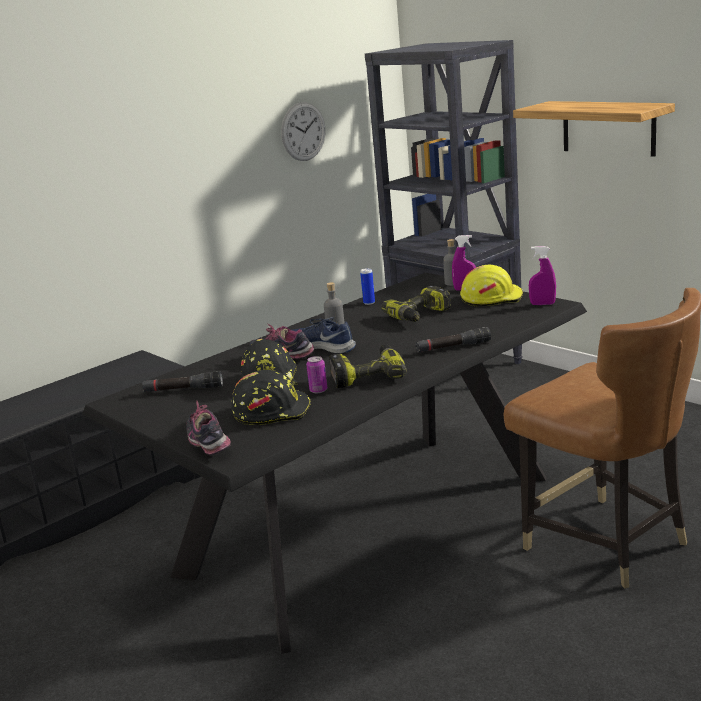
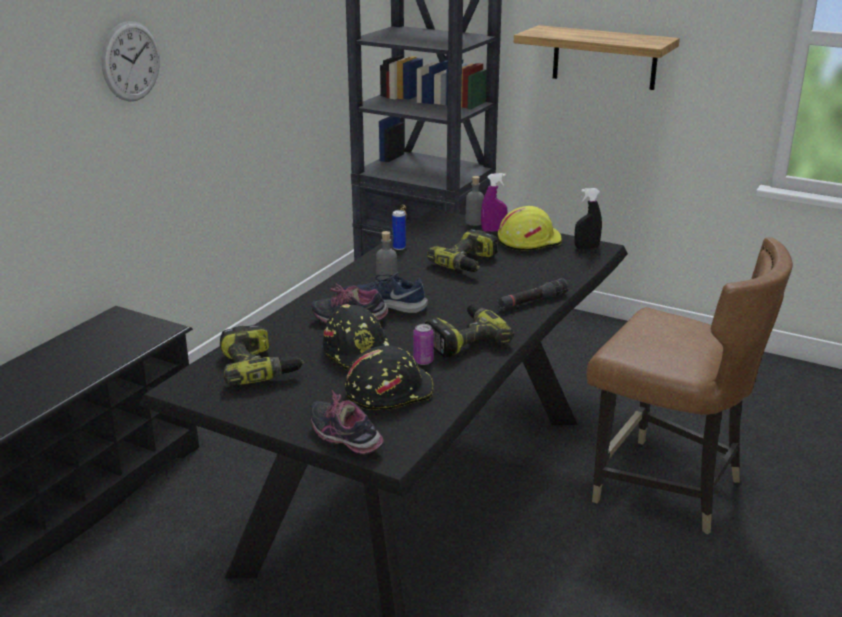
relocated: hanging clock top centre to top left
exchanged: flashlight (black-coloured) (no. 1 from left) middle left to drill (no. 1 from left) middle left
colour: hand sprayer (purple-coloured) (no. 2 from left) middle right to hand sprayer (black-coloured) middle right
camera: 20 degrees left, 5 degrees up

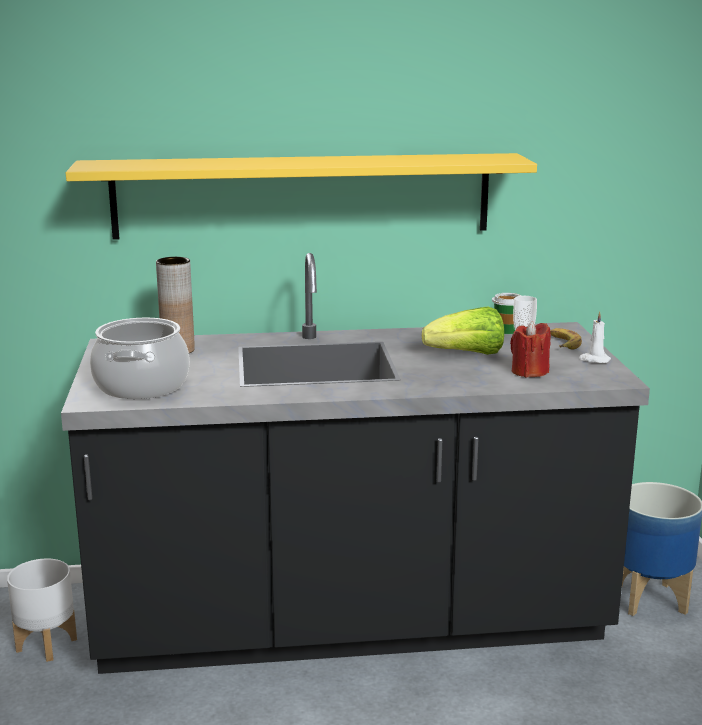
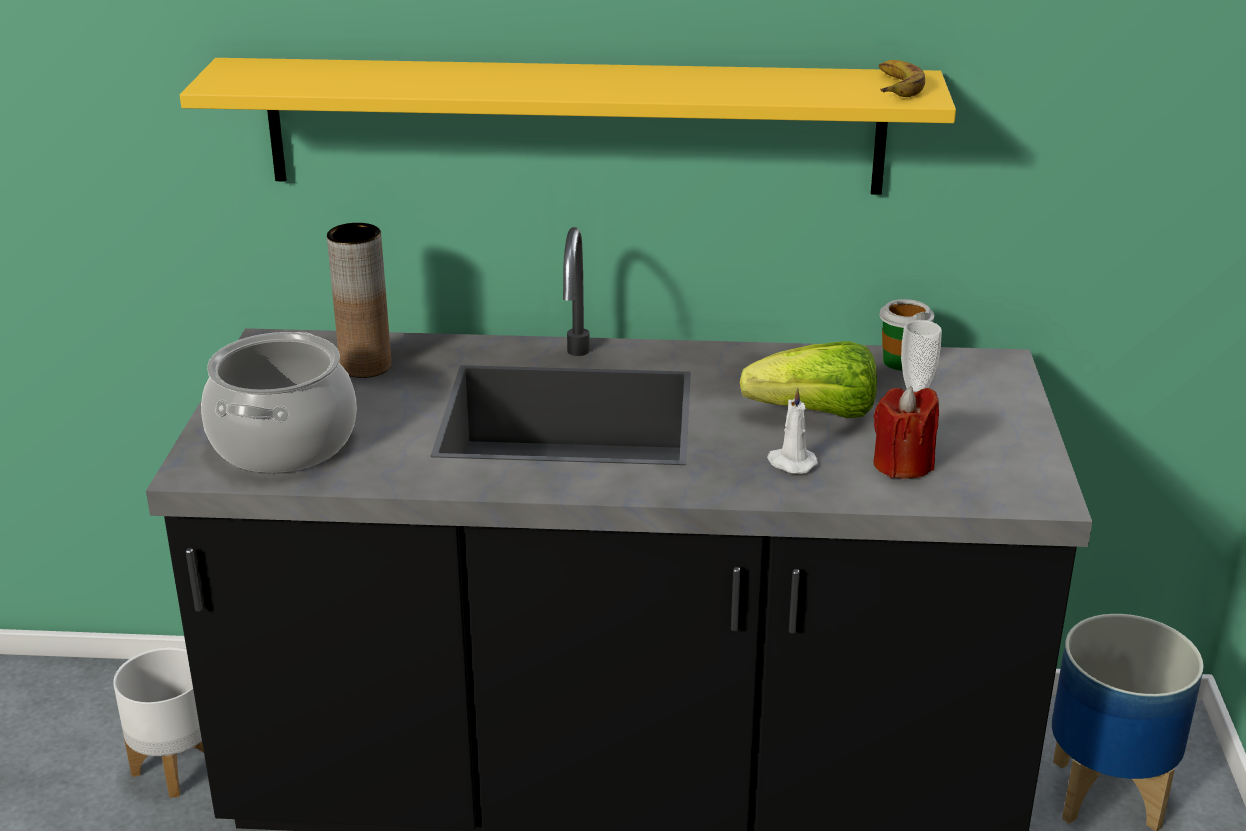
relocated: banana middle right to top right; candle (white-coloured) middle right to centre
camera: 10 degrees right, 10 degrees up

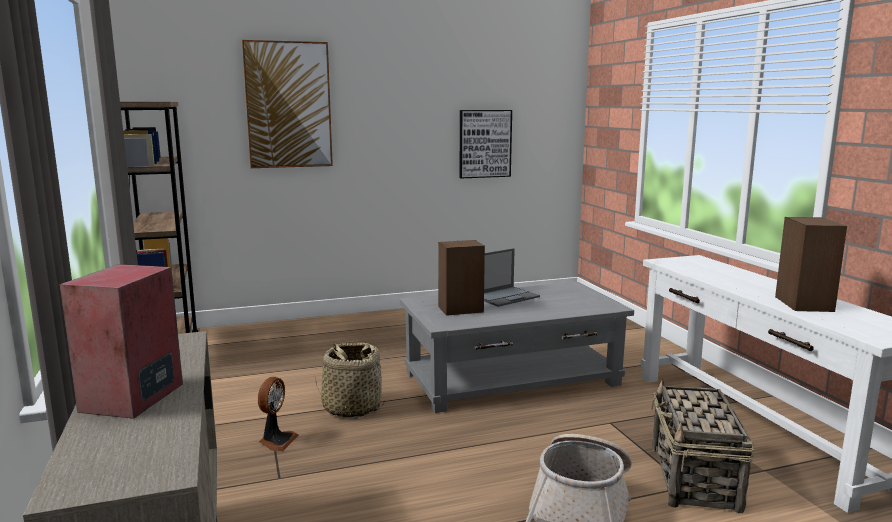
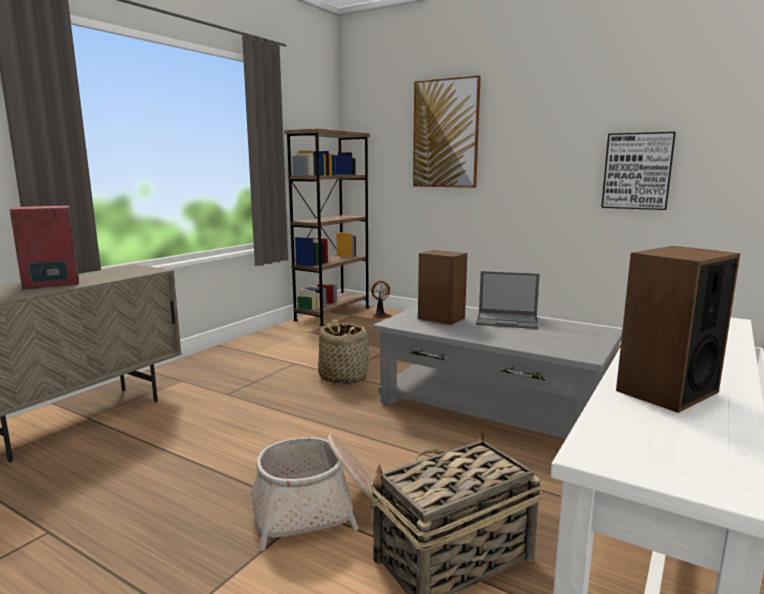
relocated: electric fan bottom left to centre
camera: 50 degrees right, 0 degrees up

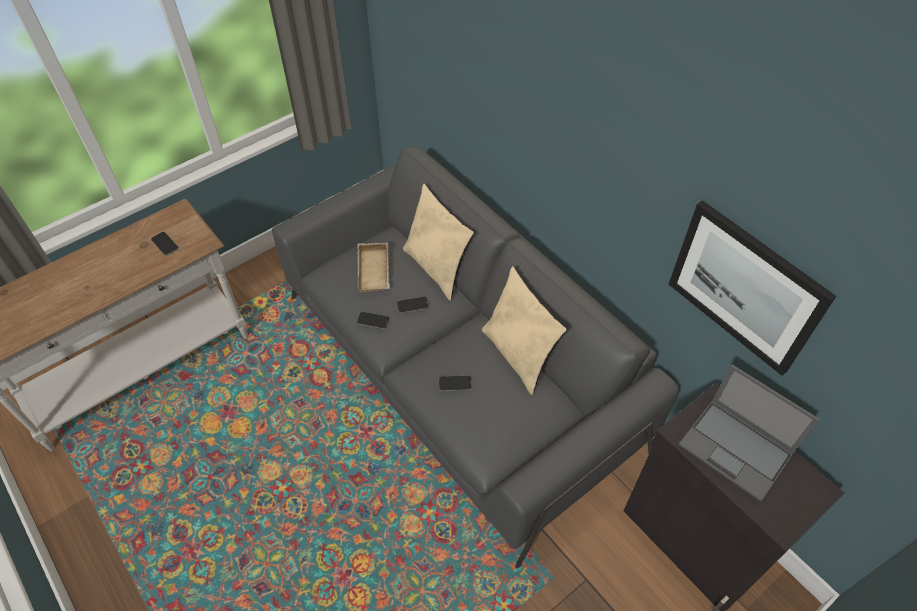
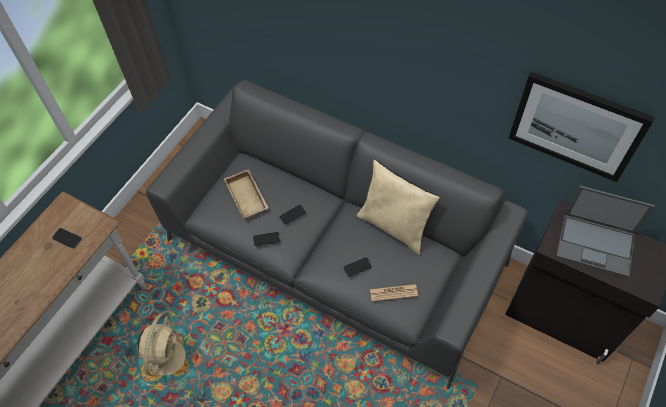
missing: pillow (sand-coloured) (no. 1 from left) centre
appeared: electric fan (sand-coloured) bottom left; newspaper bottom centre
camera: 20 degrees left, 5 degrees up

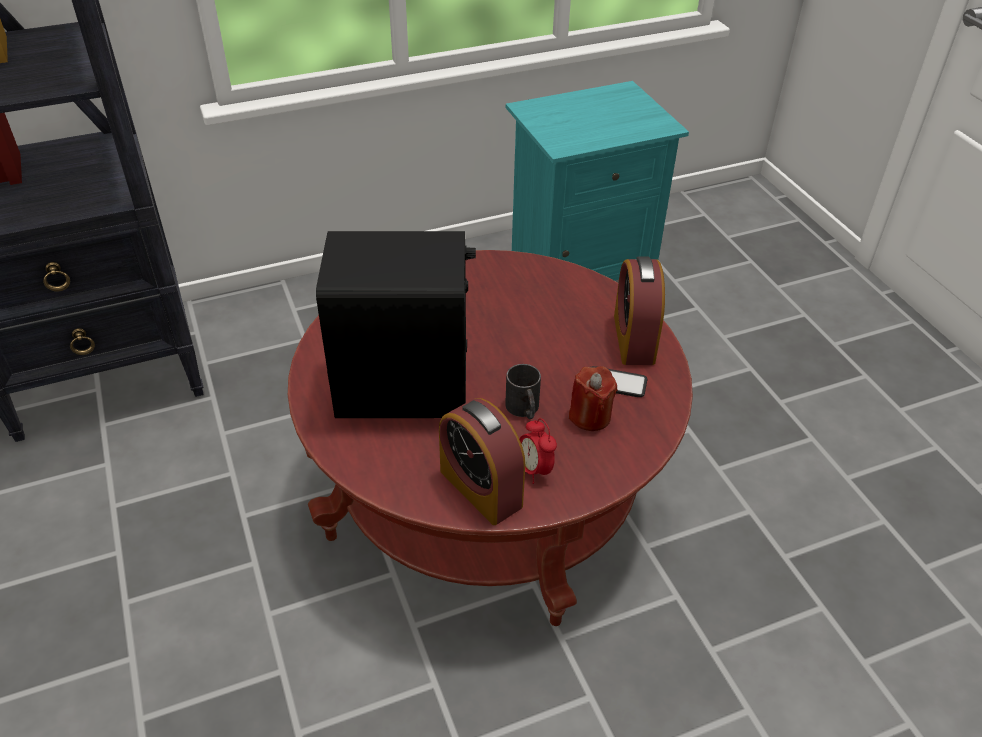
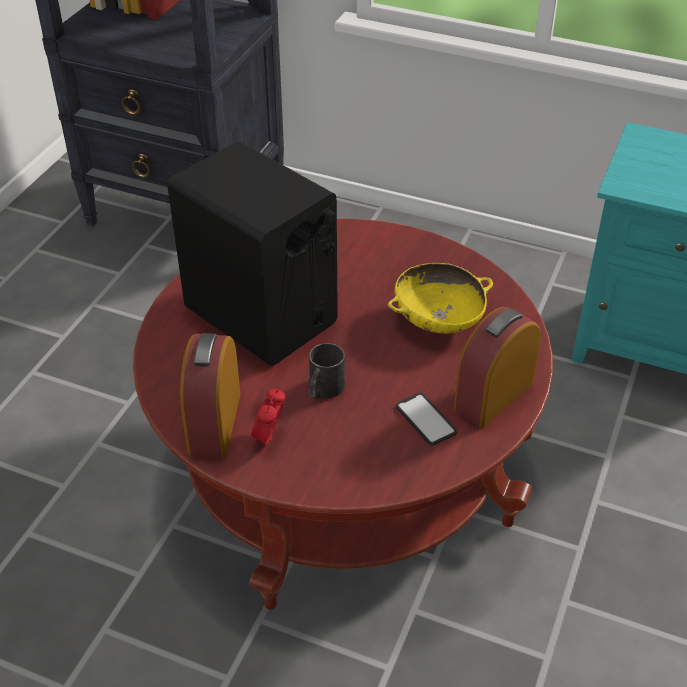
missing: candle (red) centre
appeared: deep dish (yellow) centre
camera: 45 degrees right, 0 degrees up

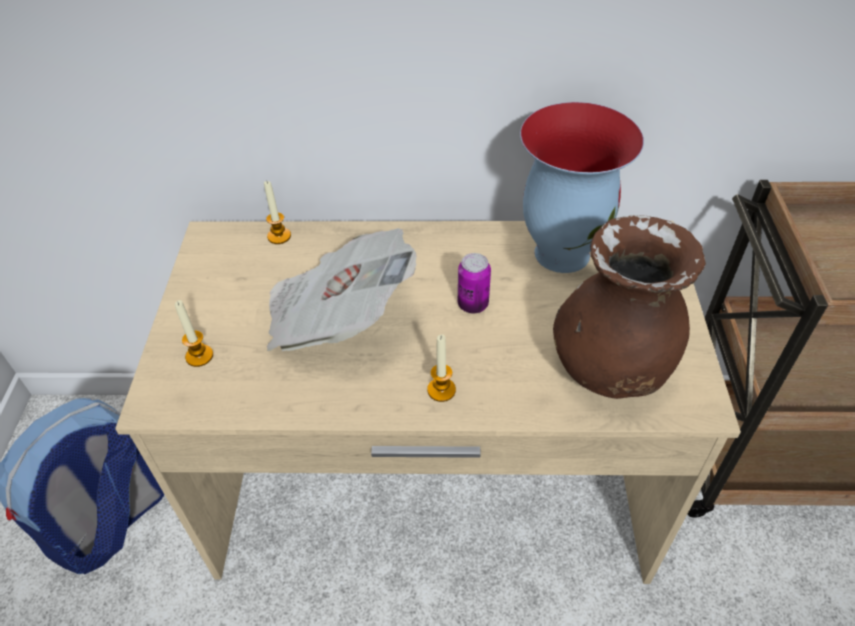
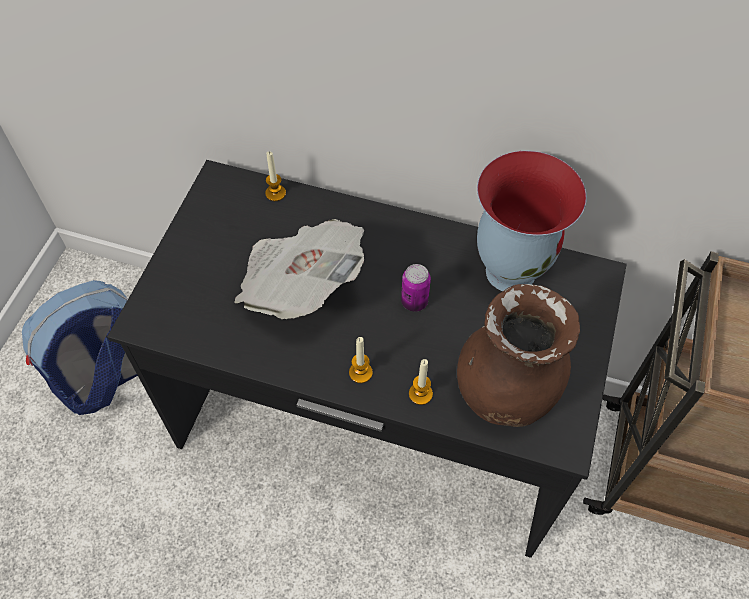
relocated: candle (no. 1 from left in the first image) middle left to candle (no. 3 from left) centre
colour: desk (sand-coloured) centre to desk (black-coloured) centre
camera: 15 degrees right, 10 degrees up

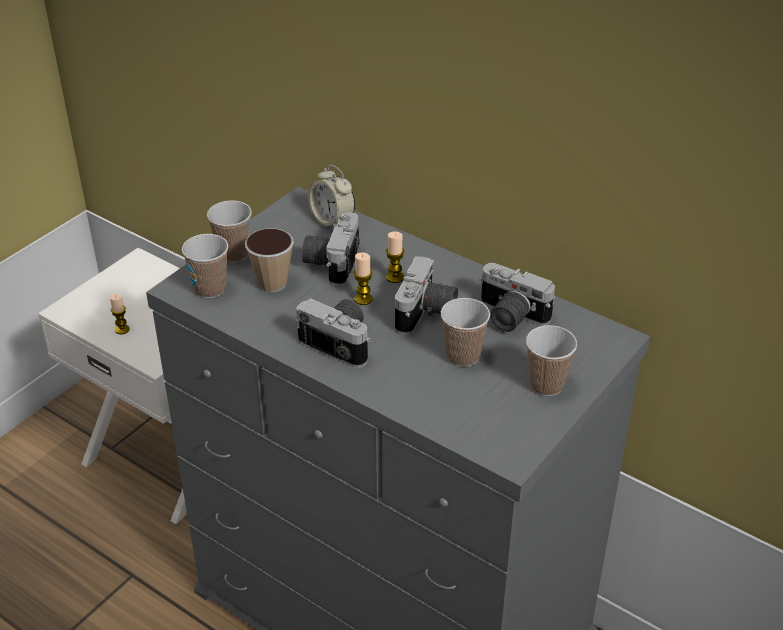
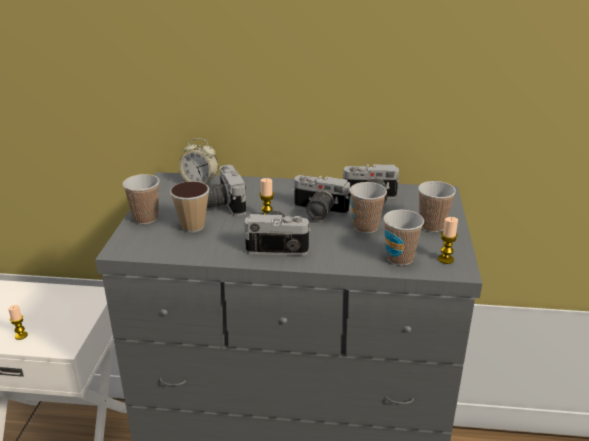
relocated: cup (no. 1 from left in the first image) middle left to cup (no. 4 from left) middle right; candle (no. 3 from left) centre to middle right
spun: photo camera (no. 3 from left) centre = centre 120 degrees clockwise
camera: 30 degrees left, 10 degrees down

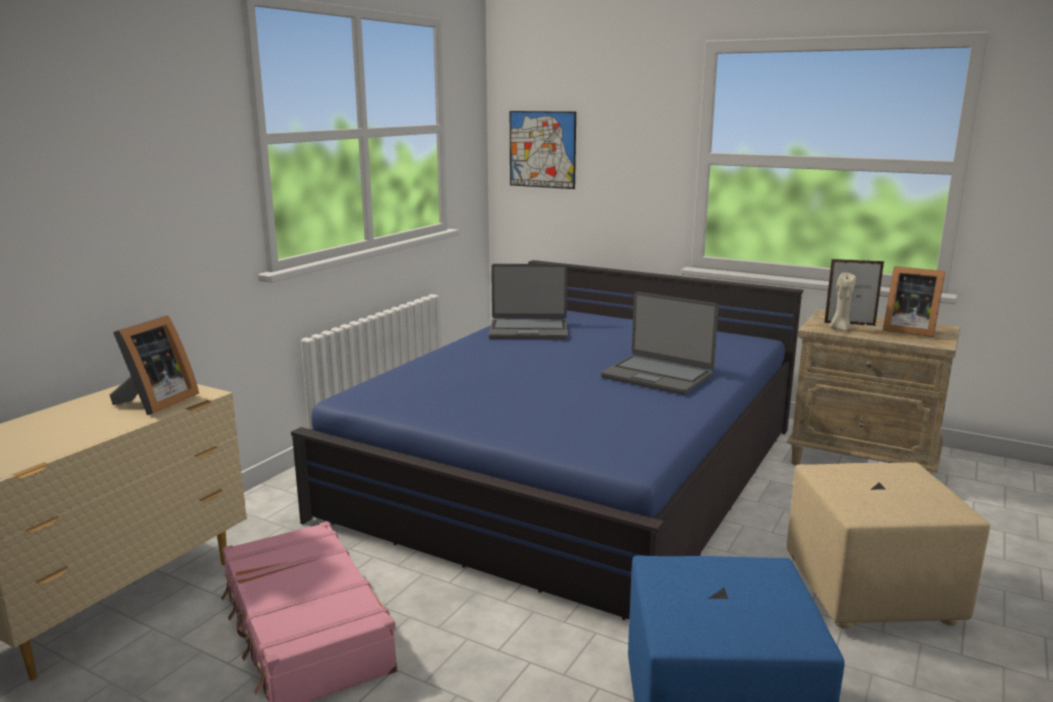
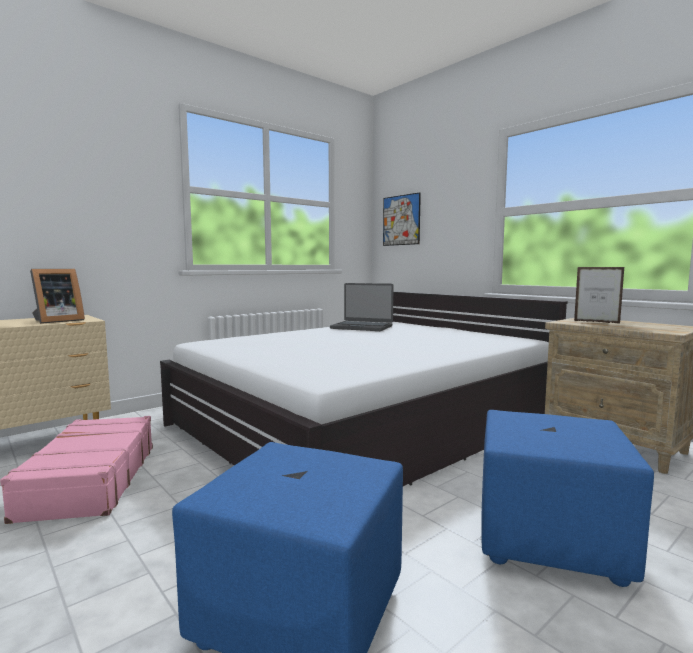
missing: notebook computer (no. 2 from left) centre; candle (sand-coloured) middle right; picture frame (no. 3 from left) middle right
colour: sleeping bed (blue) centre to sleeping bed (white-coloured) centre; ottoman (sand-coloured) bottom right to ottoman (blue) (no. 2 from left) bottom right
camera: 20 degrees right, 10 degrees down

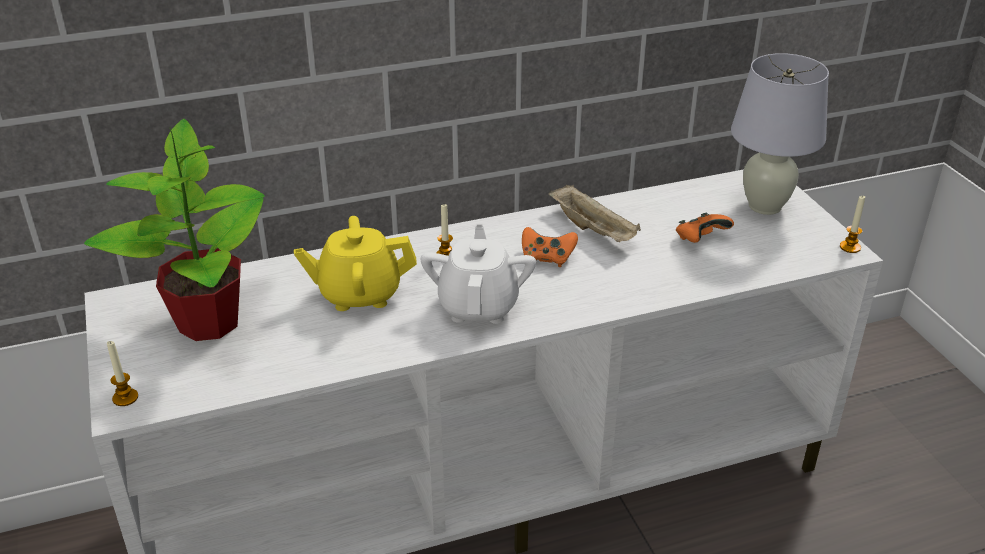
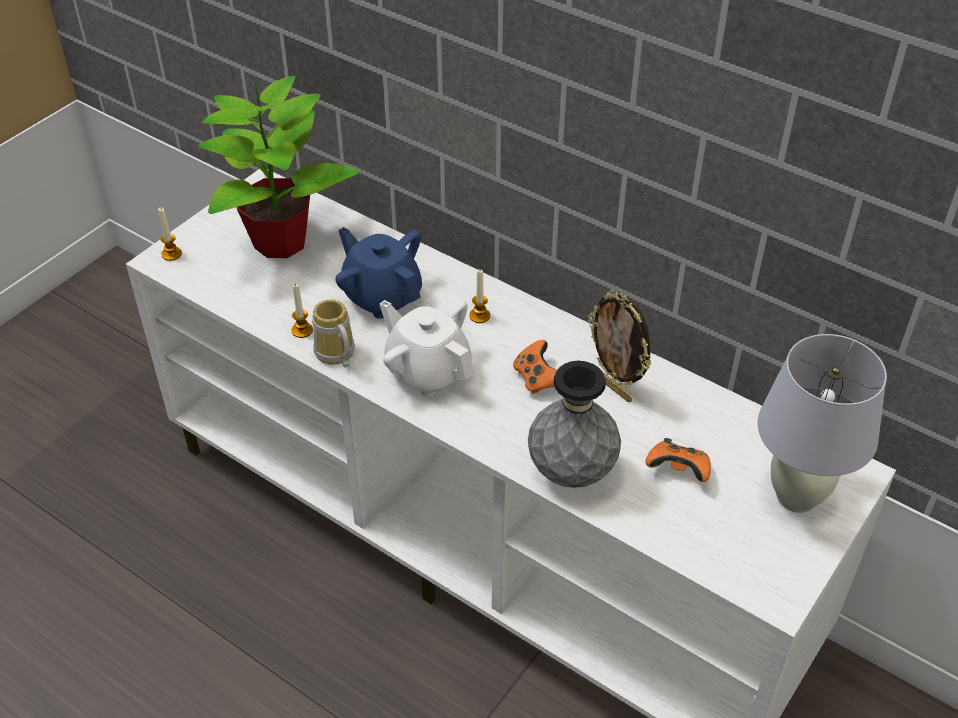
appeared: coffee mug centre; vase (grey) centre
relocated: candle (no. 3 from left in the first image) middle right to candle (no. 2 from left) middle left
exchanged: serving tray (sand-coloured) centre to picture frame centre
colour: pot for tea (yellow) centre to pot for tea (blue) centre
spun: pot for tea (white-coloured) centre = centre 105 degrees counterclockwise
camera: 55 degrees right, 10 degrees up

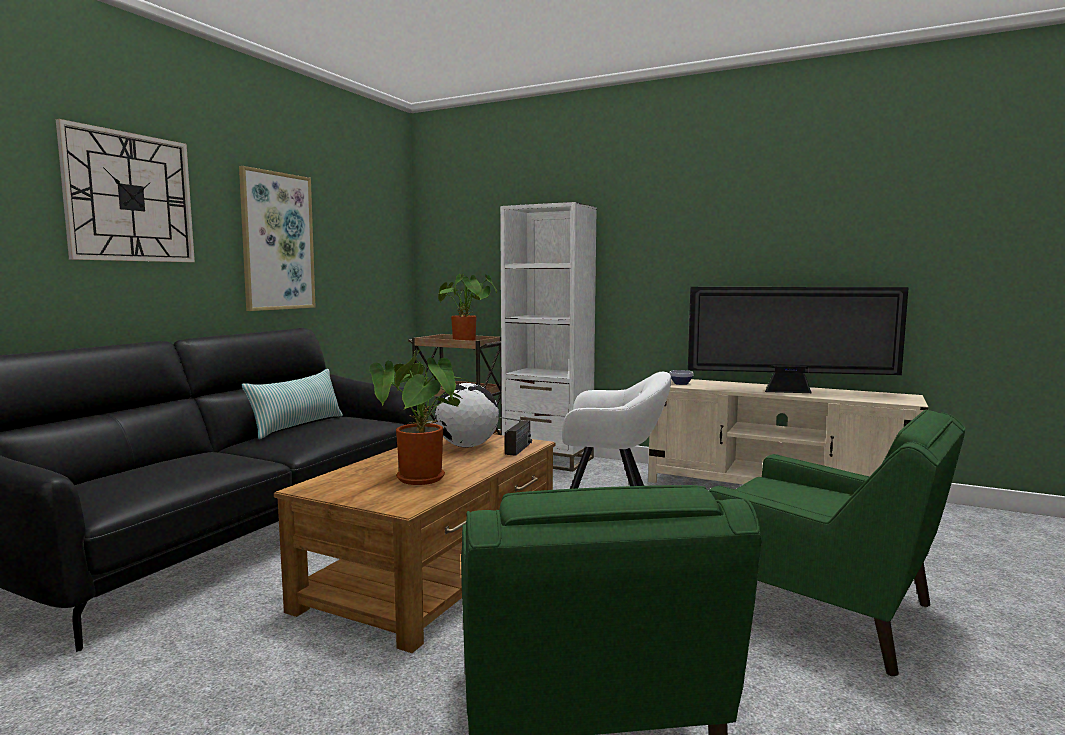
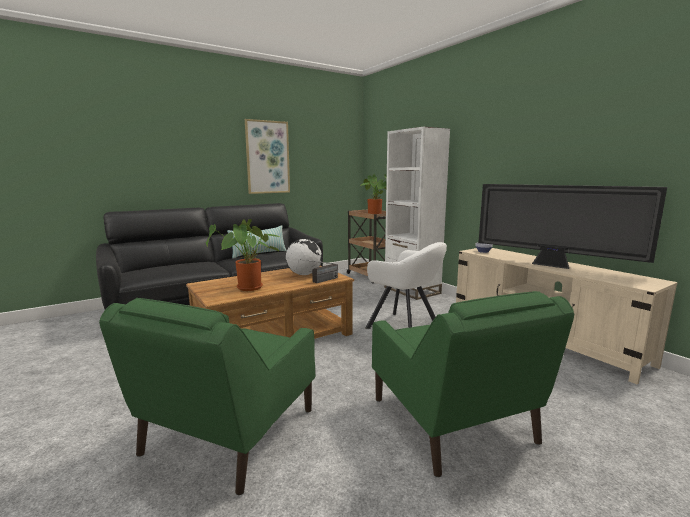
missing: hanging clock top left
camera: 30 degrees right, 5 degrees up

